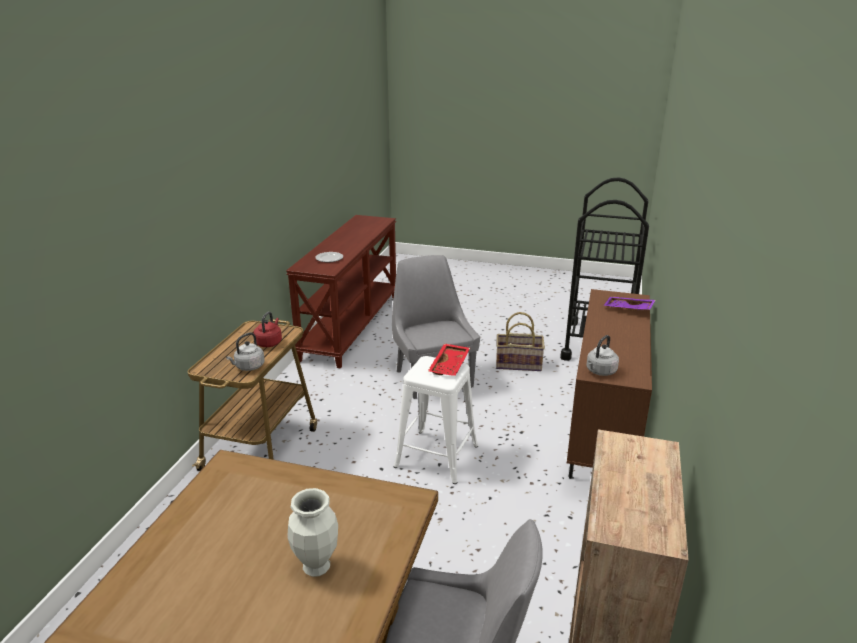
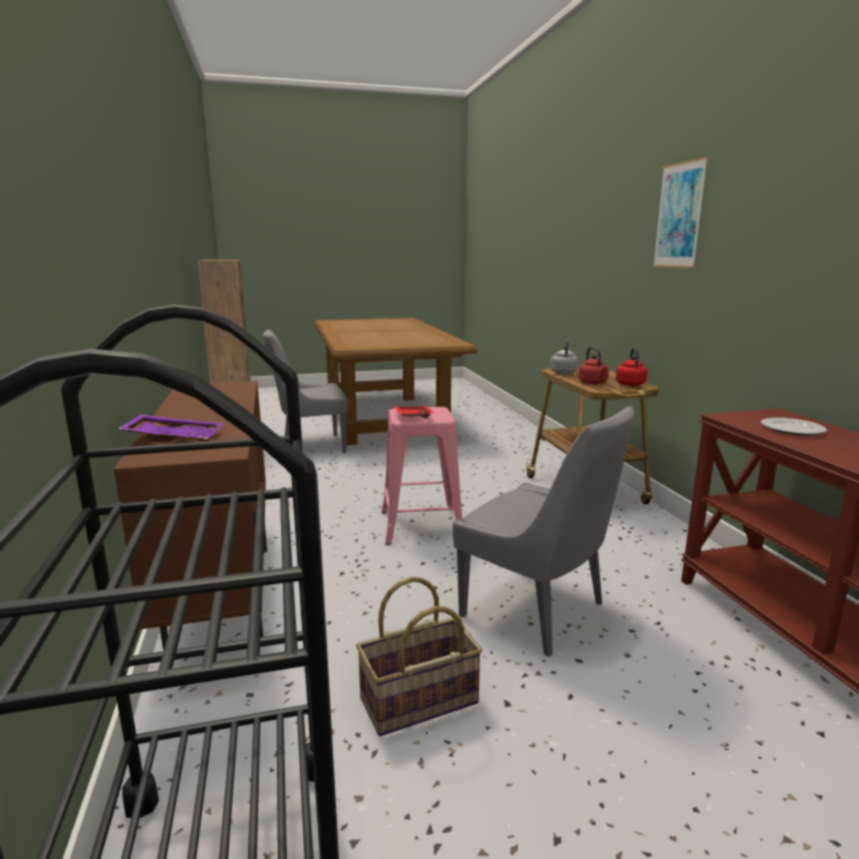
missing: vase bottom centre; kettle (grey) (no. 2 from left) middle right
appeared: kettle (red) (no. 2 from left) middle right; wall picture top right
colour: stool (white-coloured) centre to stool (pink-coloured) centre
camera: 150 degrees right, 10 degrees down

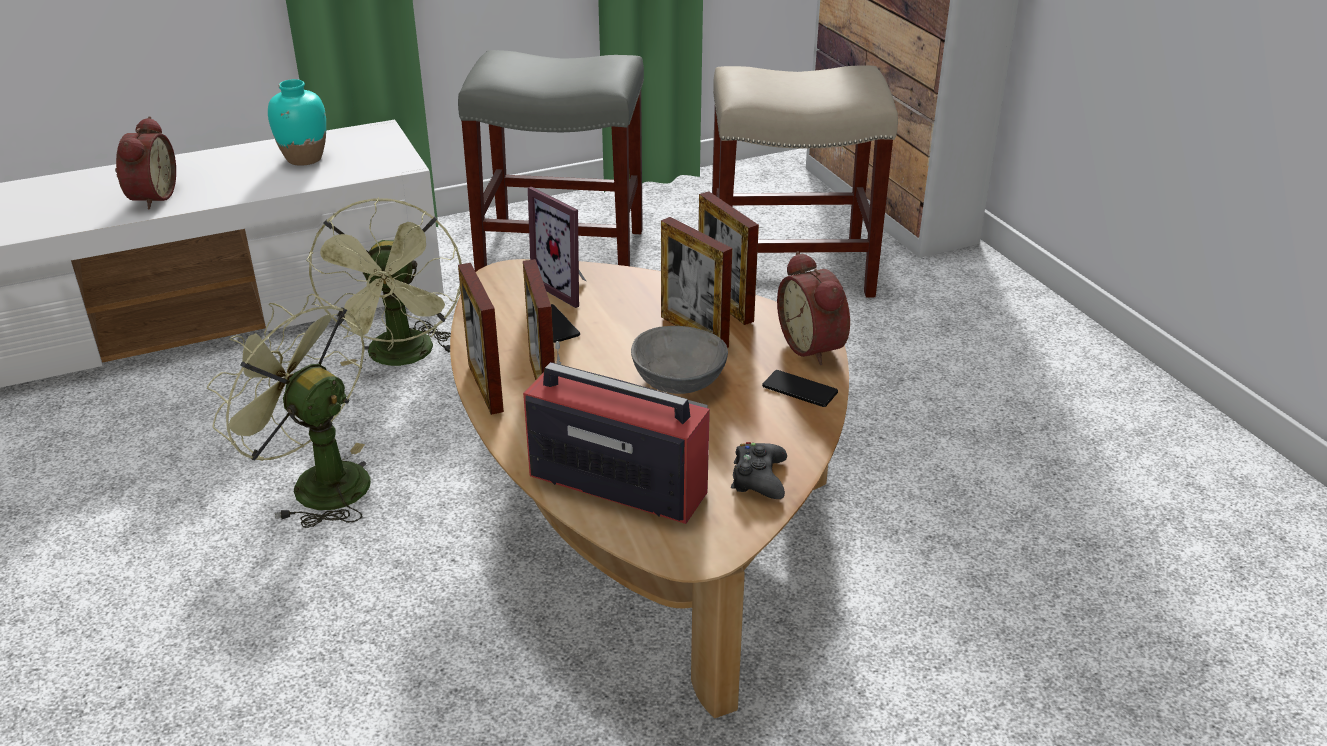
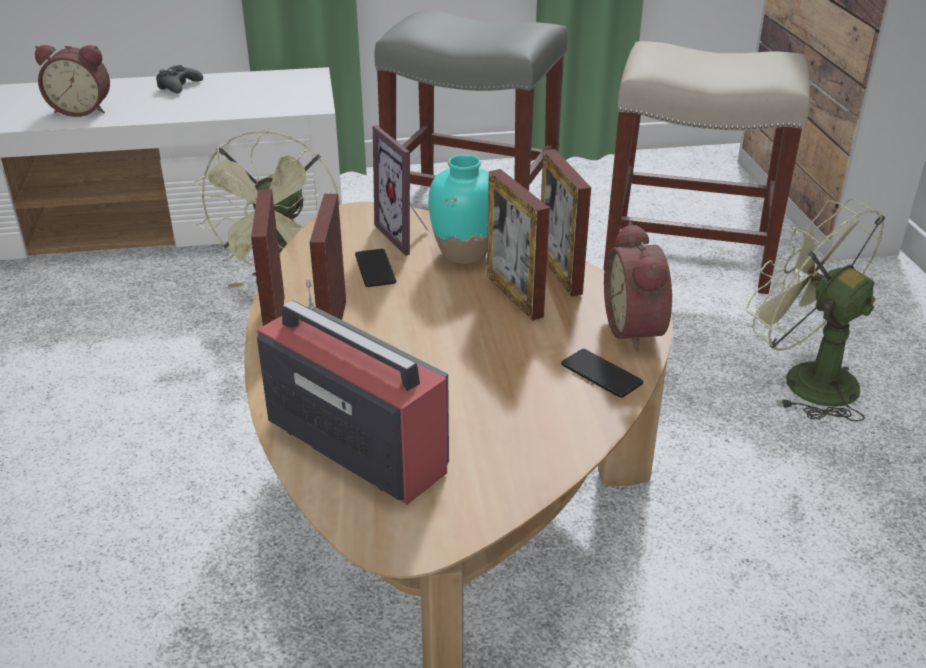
missing: deep dish (grey) centre
relocated: electric fan (green-coloured) (no. 1 from left in the first image) middle left to electric fan (green-coloured) (no. 2 from left) middle right; vase (turquoise) top left to top centre; joypad (black-coloured) centre to top left
spun: bedside clock (no. 1 from left) top left = top left 75 degrees clockwise
camera: 15 degrees right, 0 degrees up

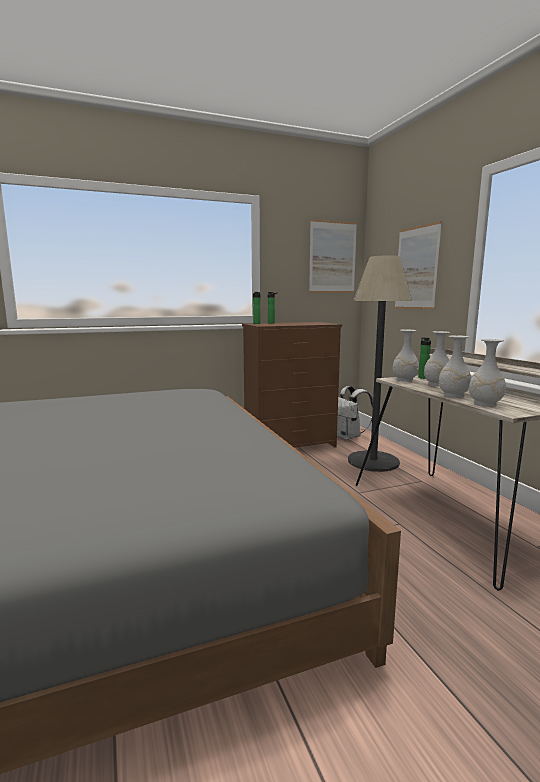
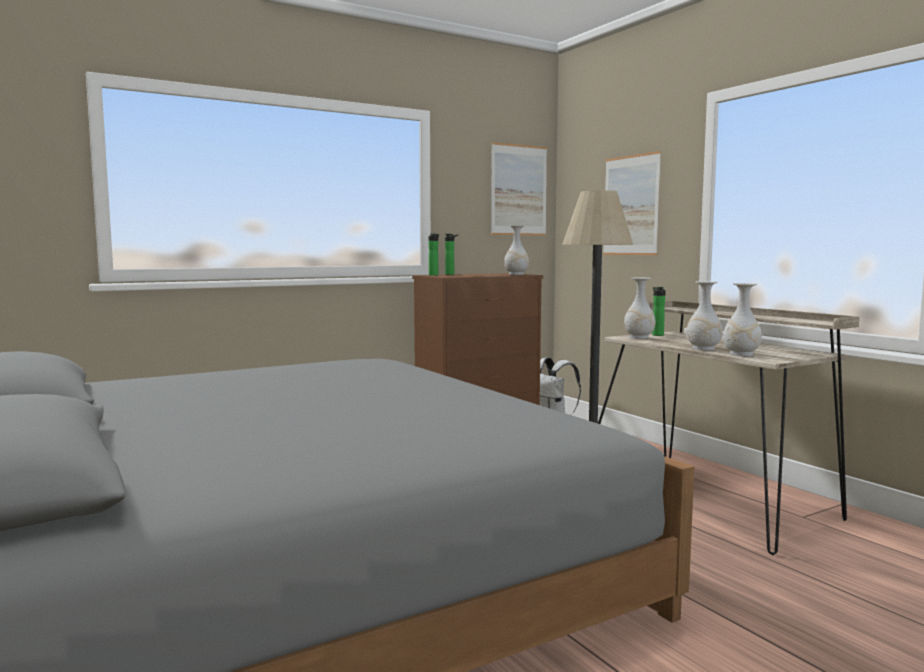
relocated: vase (white-coloured) (no. 2 from left in the first image) middle right to vase (white-coloured) (no. 1 from left) centre
camera: 10 degrees left, 5 degrees down

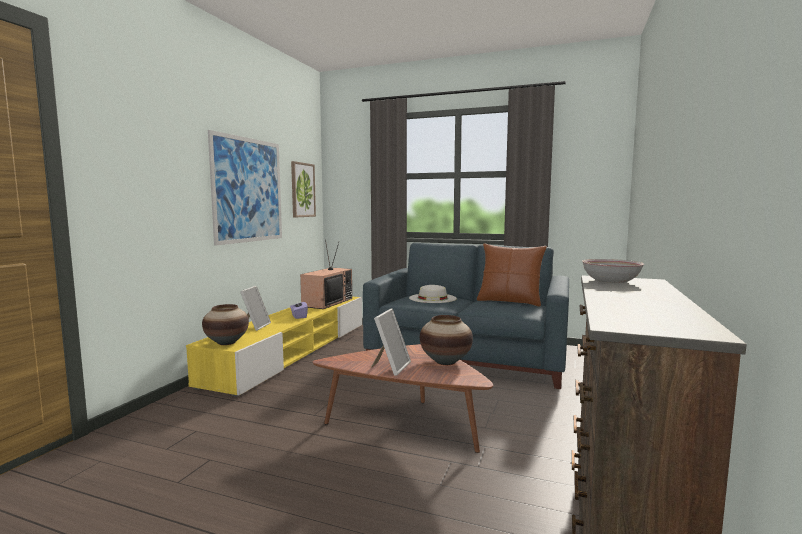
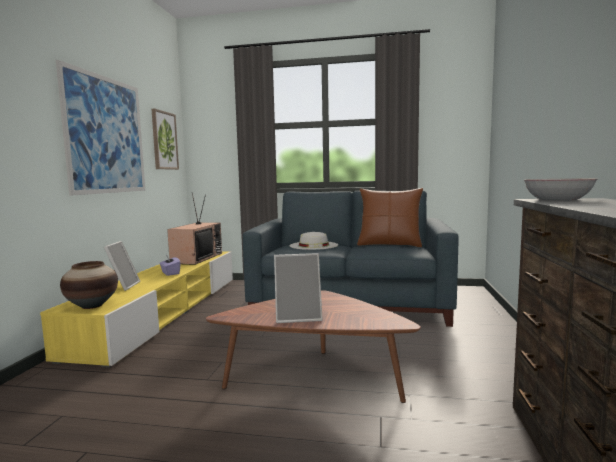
missing: vase (no. 2 from left) centre
spun: picture frame (no. 2 from left) centre = centre 75 degrees clockwise
camera: 10 degrees left, 0 degrees up

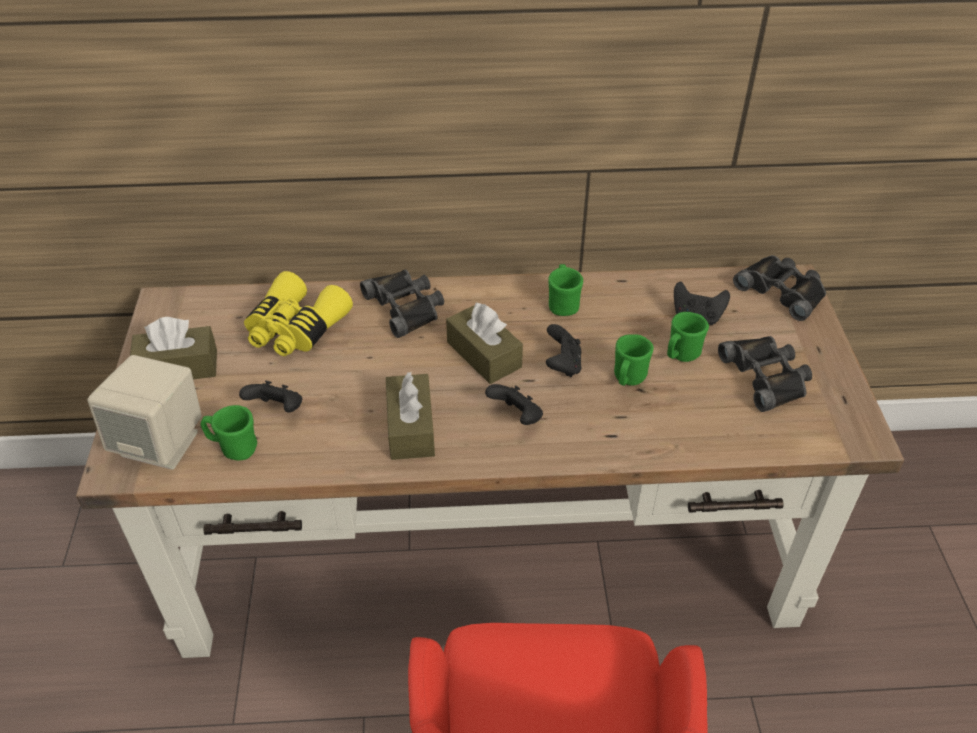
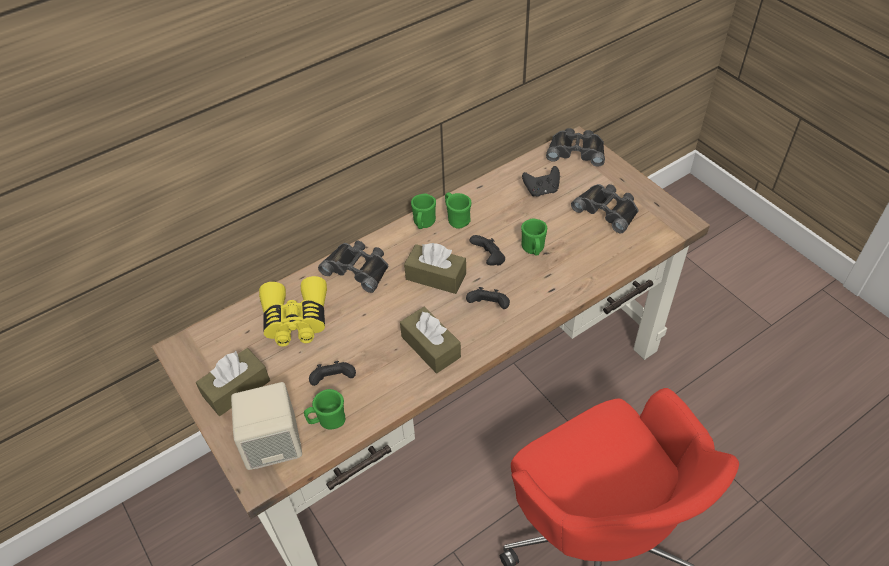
relocated: coffee mug (green-coloured) (no. 4 from left in the first image) middle right to coffee mug (green-coloured) (no. 2 from left) centre
camera: 30 degrees left, 5 degrees up

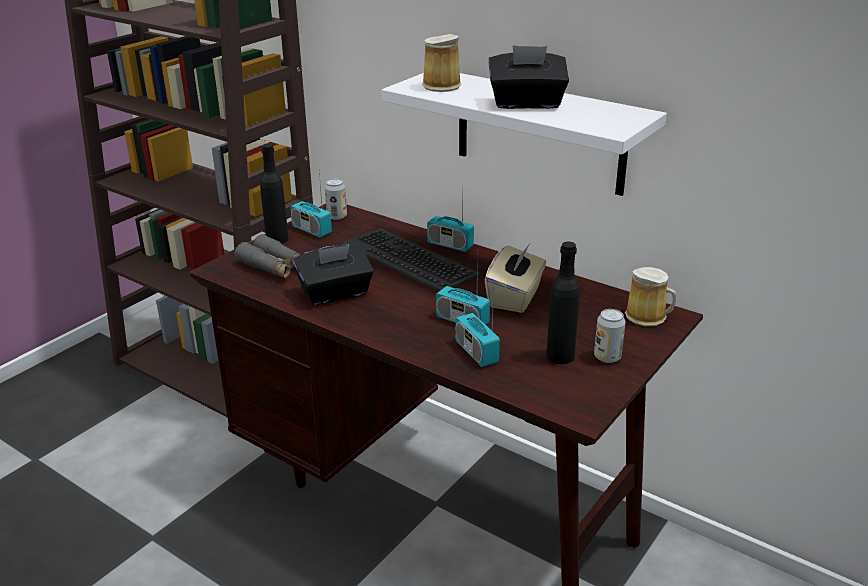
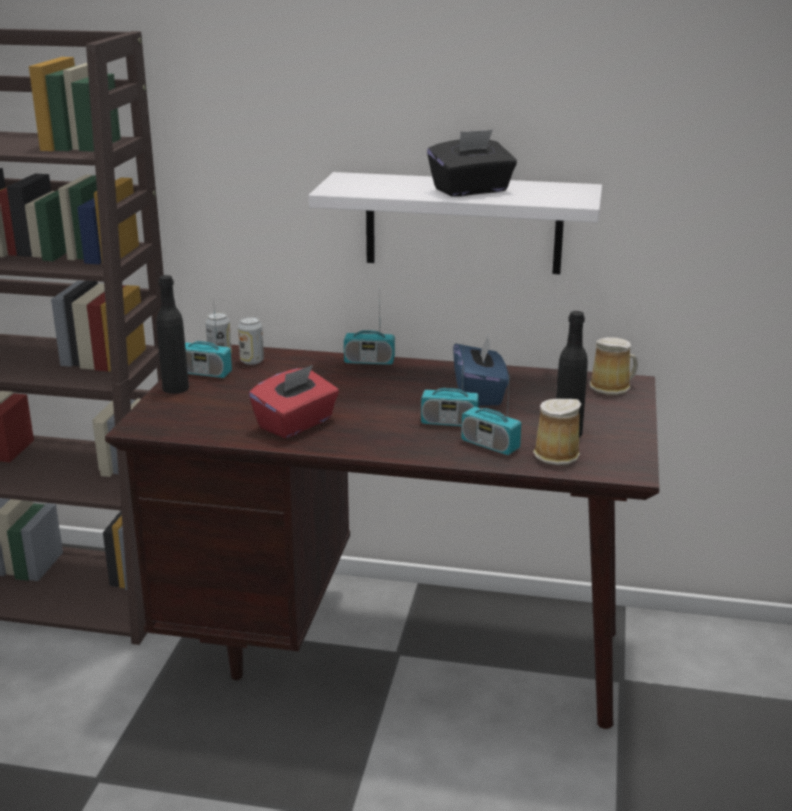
missing: binoculars (grey) middle left; PC keyboard centre
relocated: coffee mug (no. 1 from left) top centre to middle right; can (no. 2 from left) middle right to middle left
colour: tissue box (black-coloured) (no. 1 from left) centre to tissue box (red) centre; tissue box (sand-coloured) centre to tissue box (blue) centre
camera: 25 degrees left, 5 degrees down

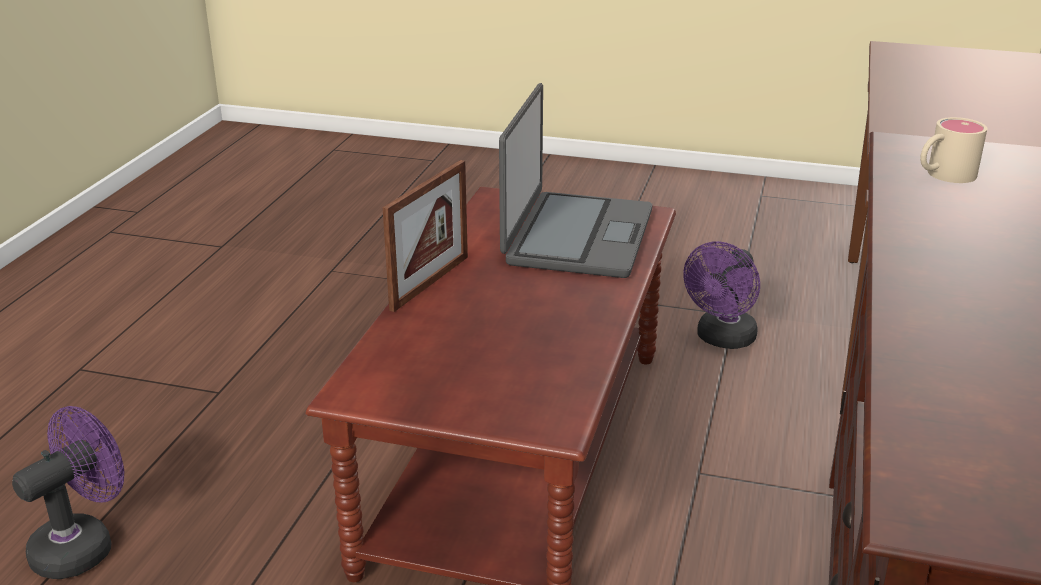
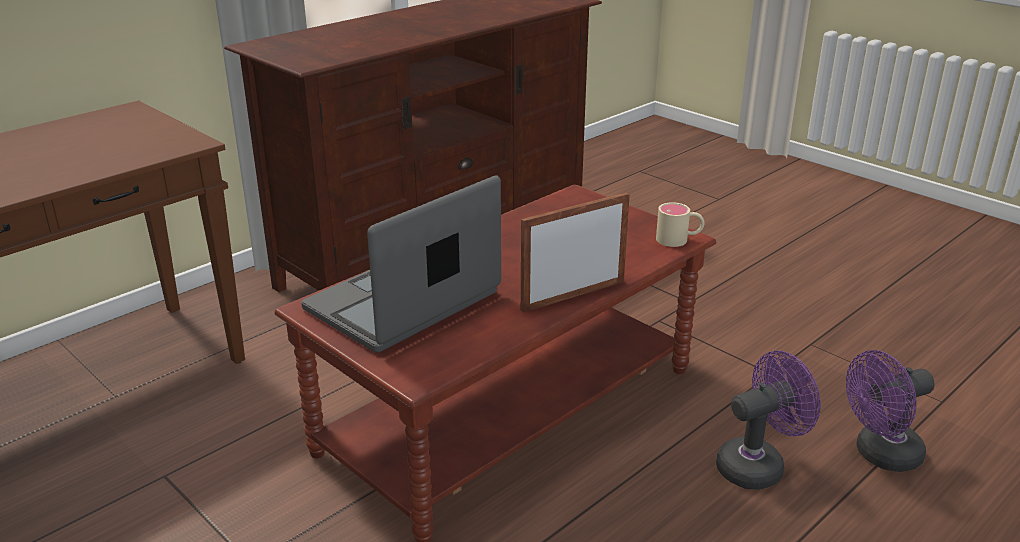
relocated: electric fan (purple-coloured) (no. 2 from left in the first image) middle right to electric fan (purple-coloured) (no. 1 from left) bottom right; coffee mug (sand-coloured) top right to middle right
camera: 150 degrees left, 0 degrees up

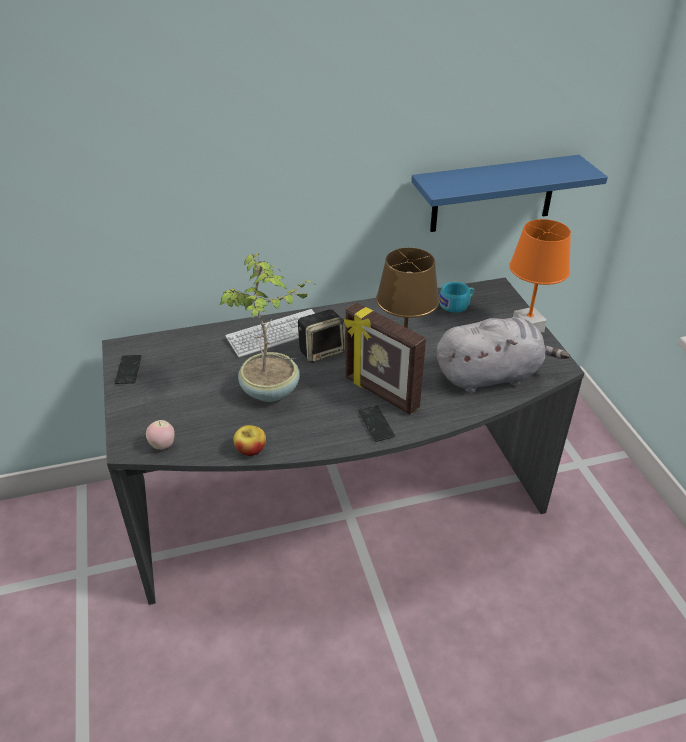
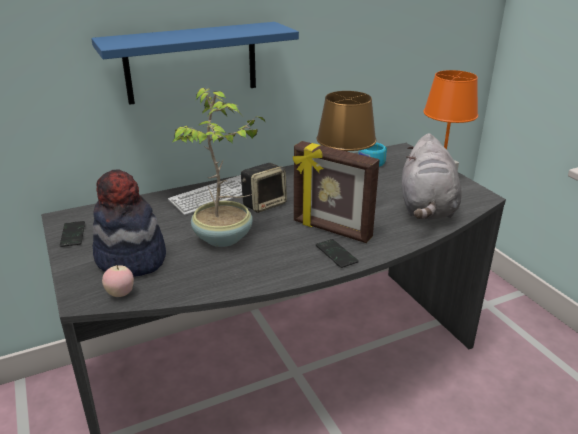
missing: whole apple (no. 2 from left) centre
appeared: wearable hat middle left
relocated: shelf (blue) top right to top centre
spun: soft toy (grey) middle right = middle right 120 degrees clockwise
camera: 10 degrees left, 10 degrees down

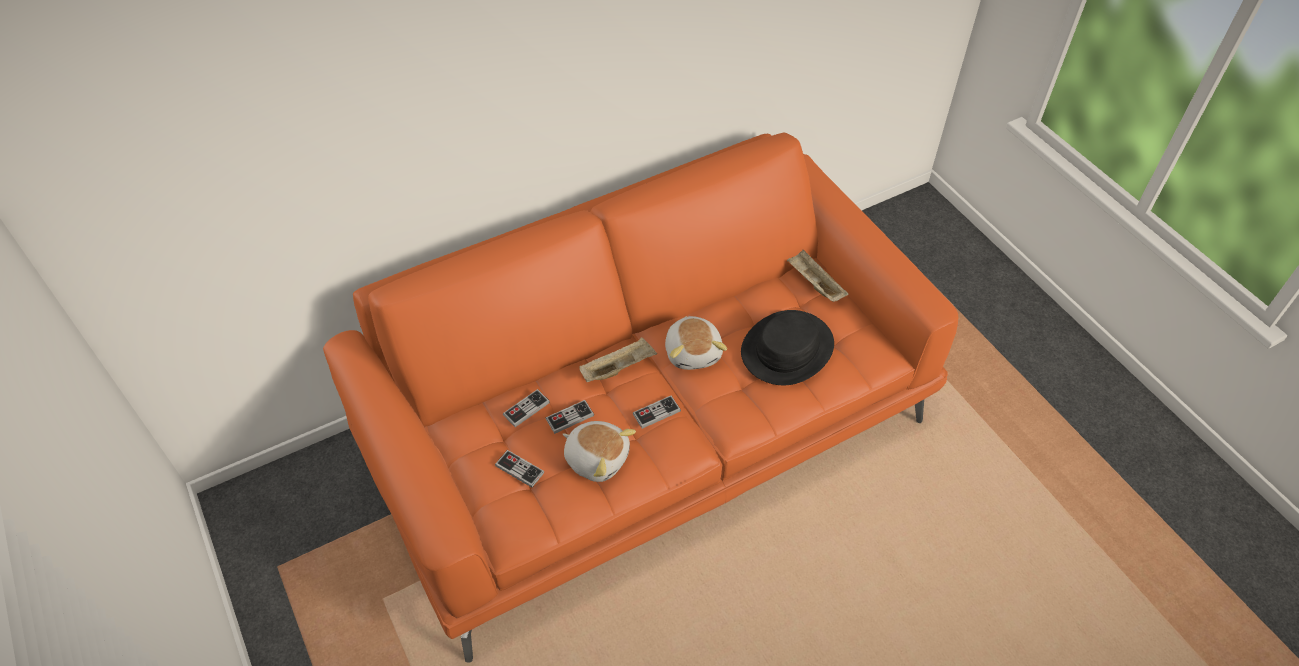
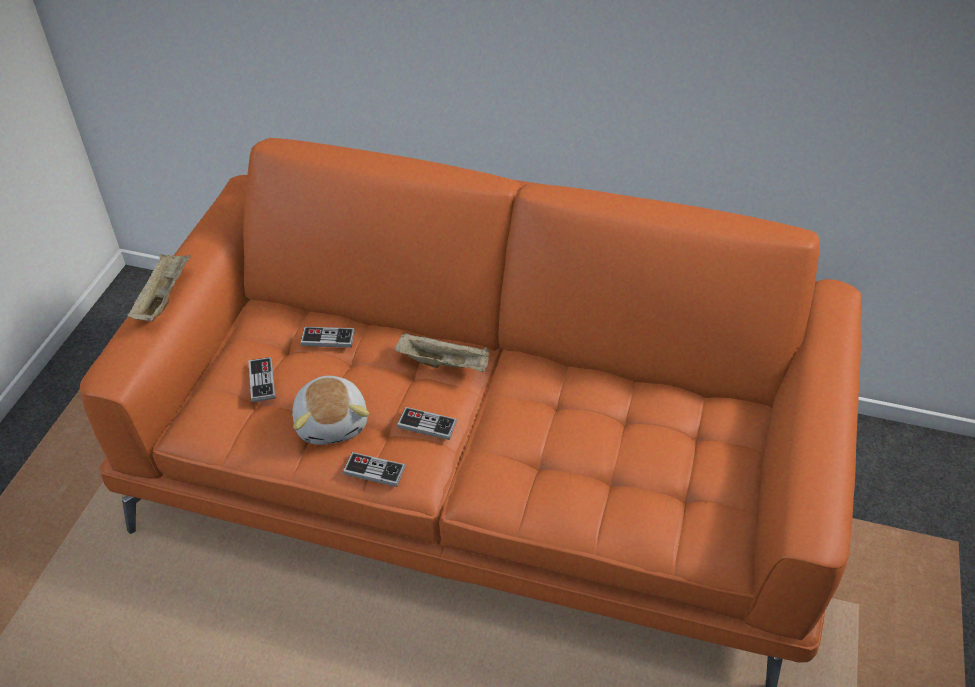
missing: soft toy (no. 2 from left) centre; wearable hat (black-coloured) centre
relocated: joypad (no. 3 from left) centre to bottom centre; serving tray (sand-coloured) (no. 2 from left in the first image) centre to serving tray (sand-coloured) (no. 1 from left) middle left
camera: 45 degrees right, 5 degrees down

